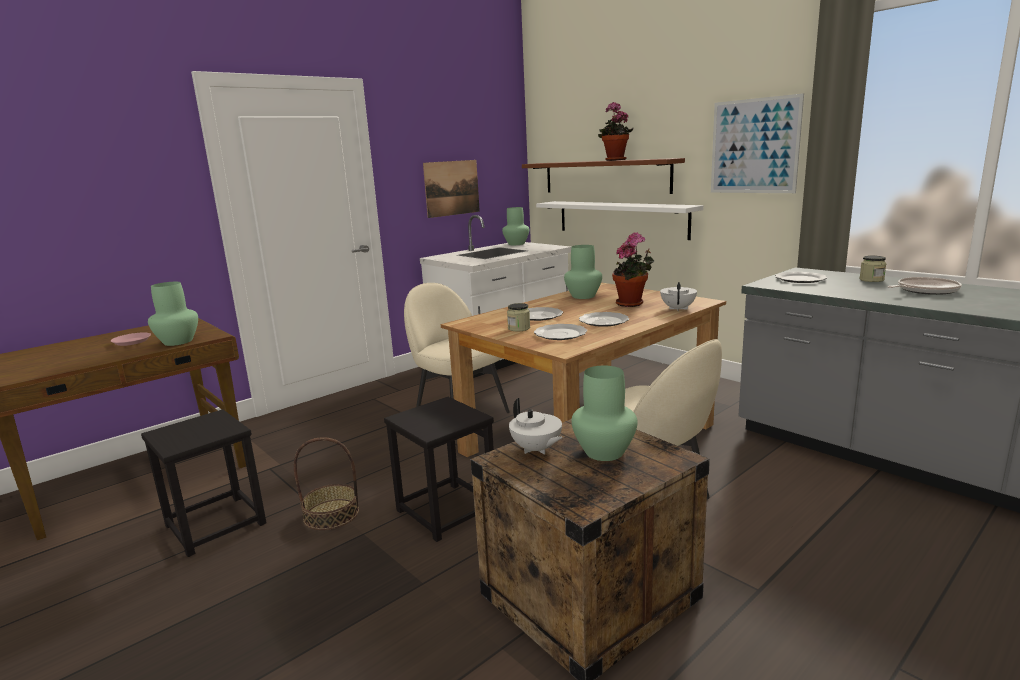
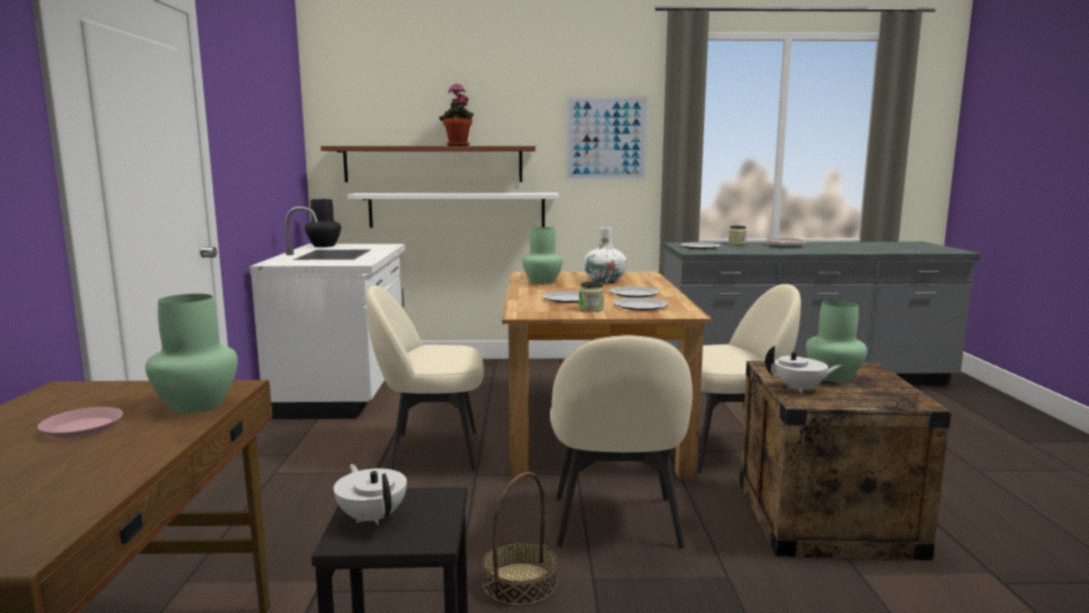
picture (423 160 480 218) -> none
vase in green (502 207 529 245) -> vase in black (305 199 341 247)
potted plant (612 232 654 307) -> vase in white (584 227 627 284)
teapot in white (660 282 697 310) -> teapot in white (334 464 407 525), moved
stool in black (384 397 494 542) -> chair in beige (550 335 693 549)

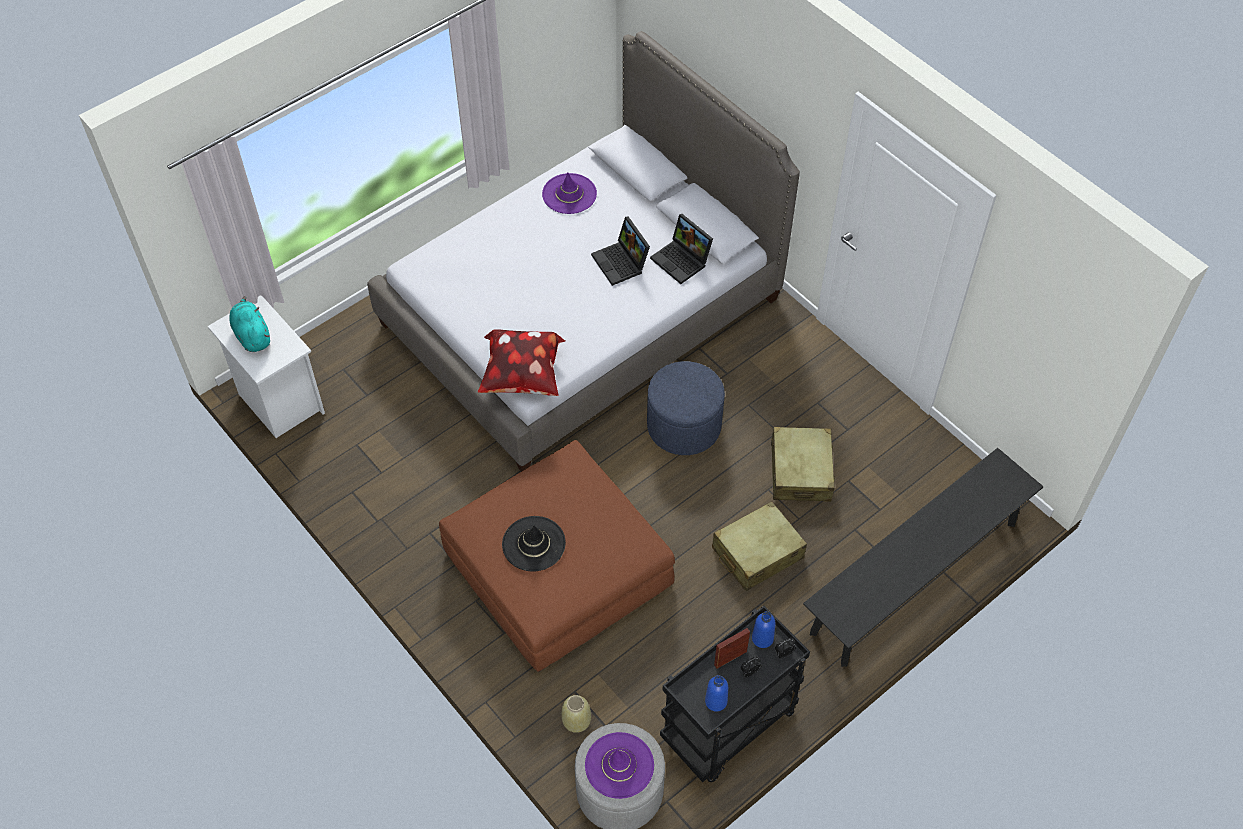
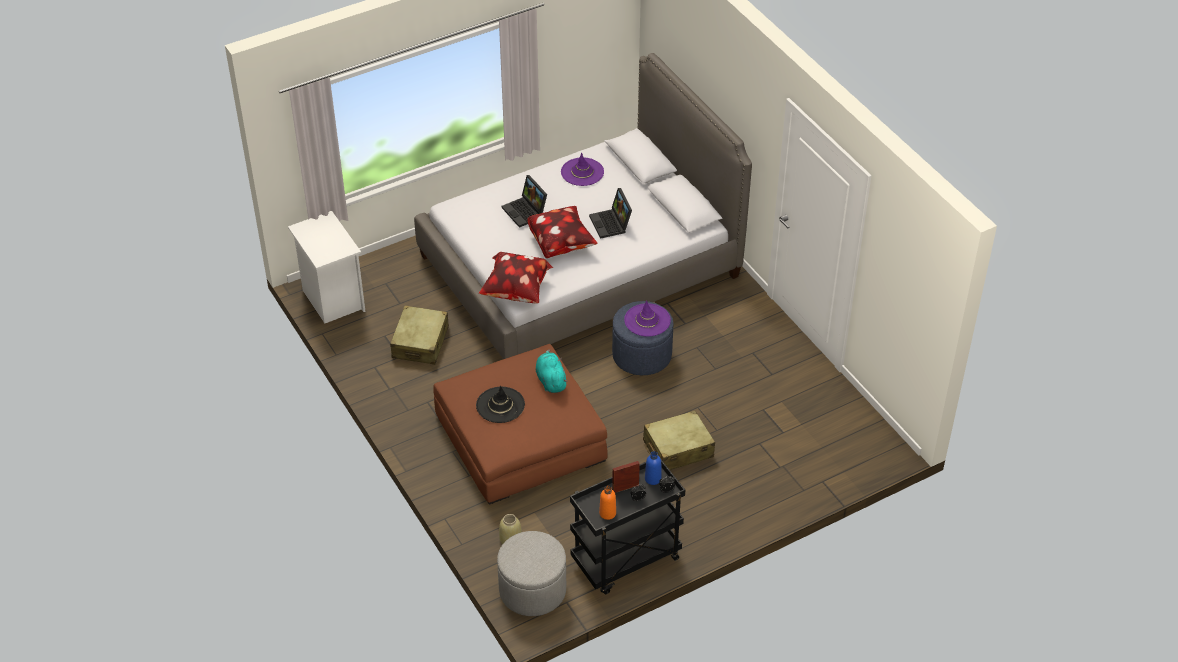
laptop (650 214 713 284) -> laptop (502 175 547 228), moved
plush toy in turquoise (230 296 270 352) -> plush toy in turquoise (536 349 568 393), moved
suitcase in beige (771 427 835 502) -> suitcase in beige (390 305 449 365), moved
bench in black (803 448 1043 667) -> none
bottle in blue (705 675 728 711) -> bottle in orange (599 486 616 520)
hat in purple (585 732 654 799) -> hat in purple (624 300 671 336), moved
none -> pillow (528 206 598 258)

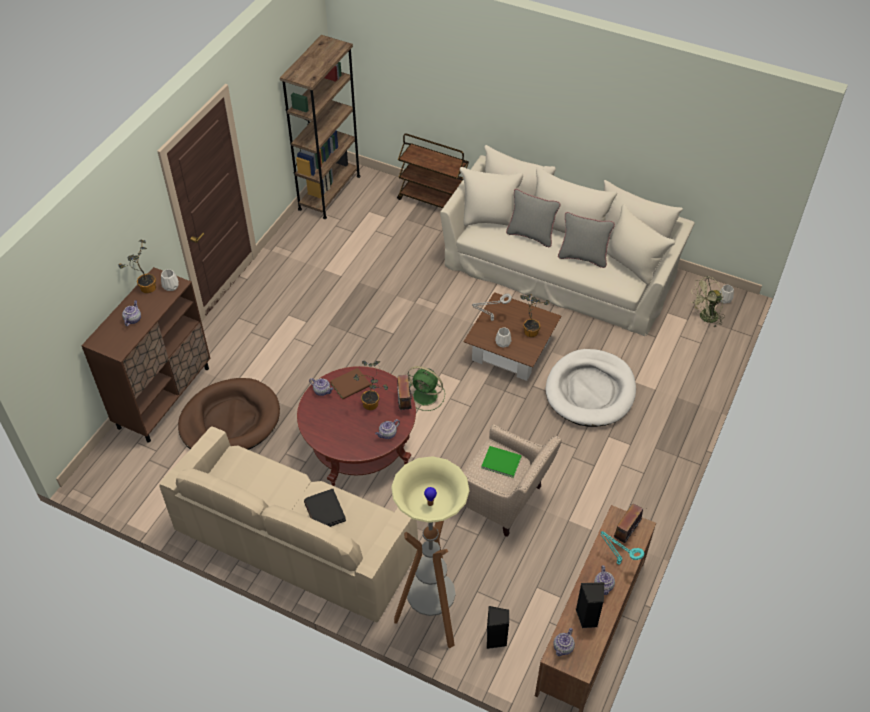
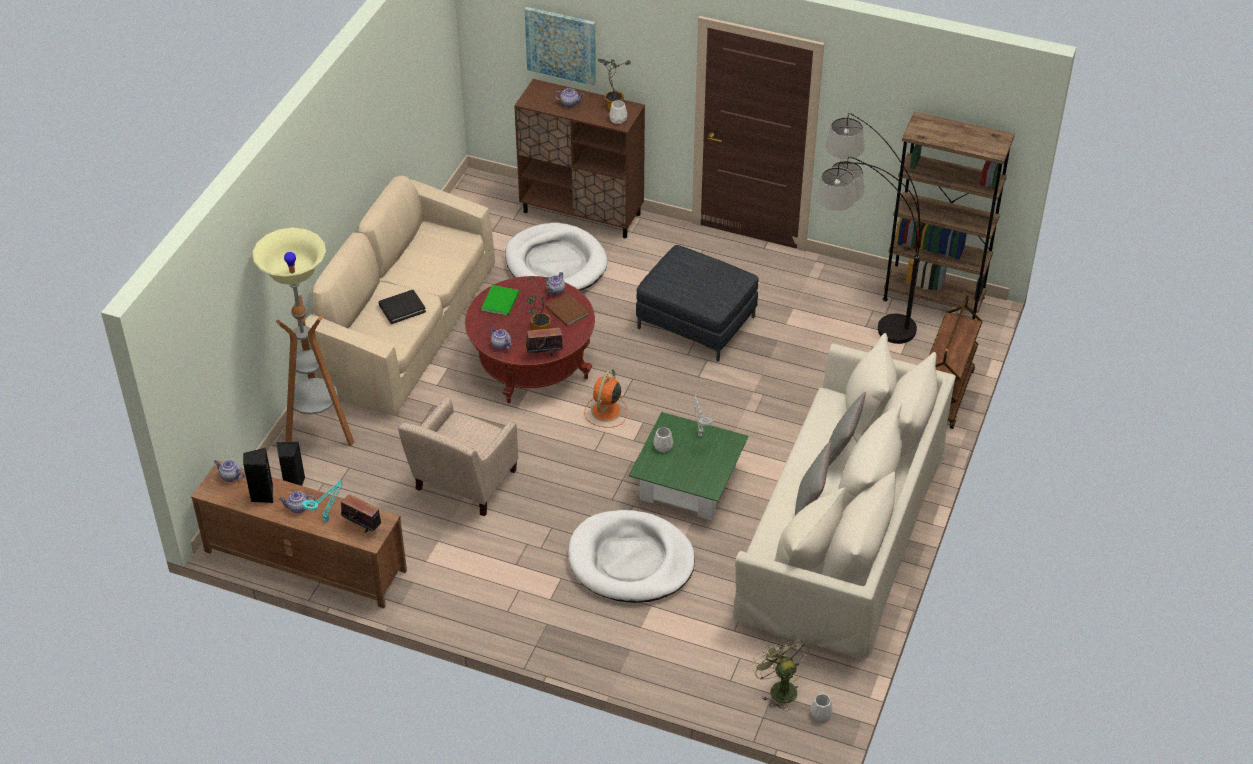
coffee table in brown (463 292 561 381) -> coffee table in green (628 412 749 520)
potted plant (520 294 549 337) -> none
fan in green (407 366 445 411) -> fan in orange (584 369 627 428)
dog bed in brown (178 378 280 450) -> dog bed in white (505 223 608 291)
book in green (481 446 522 478) -> book in green (481 285 519 316), moved
none -> picture (524 7 596 85)
none -> floor lamp (816 113 920 344)
none -> ottoman in grey (636 245 759 362)

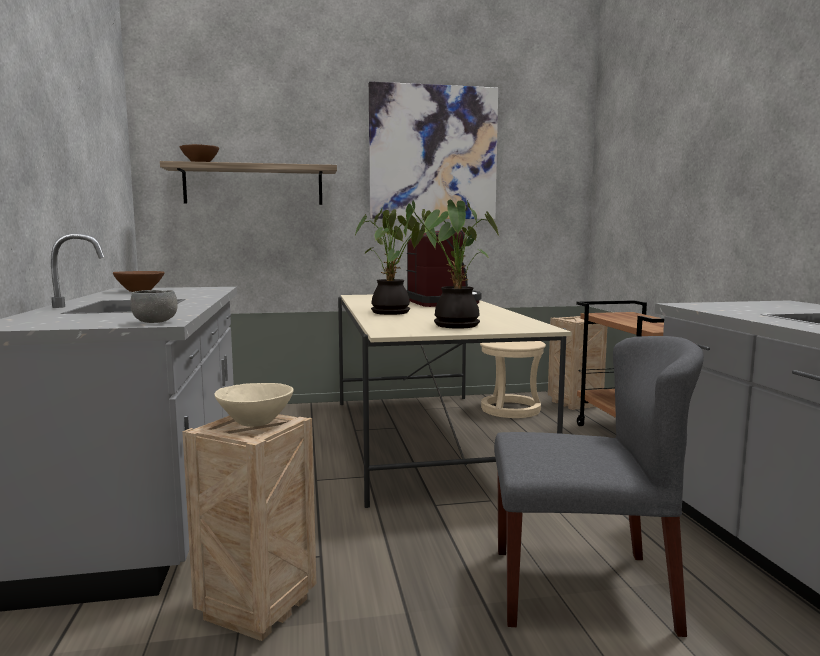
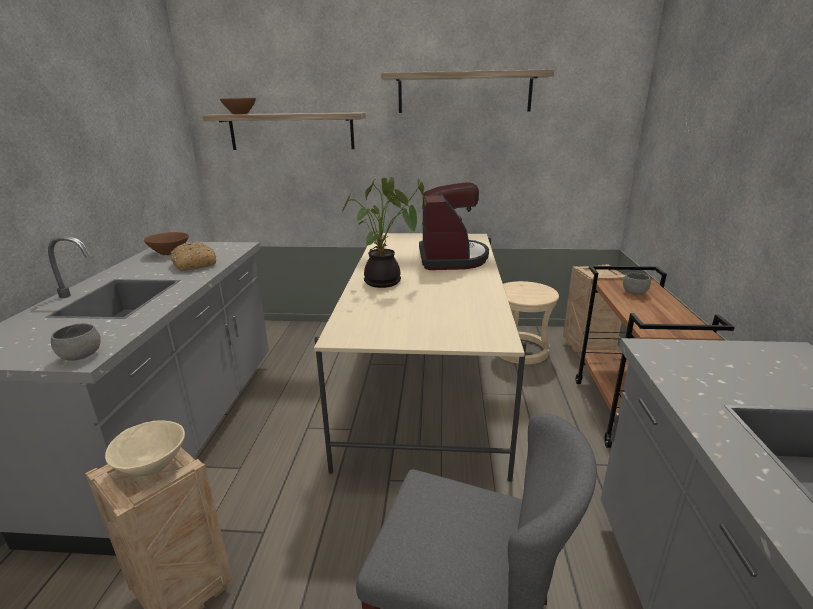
picture (369 81 498 219) -> shelf (381 69 554 113)
potted plant (403 200 500 329) -> none
none -> bread (171 242 216 271)
none -> bowl in grey (623 272 651 295)

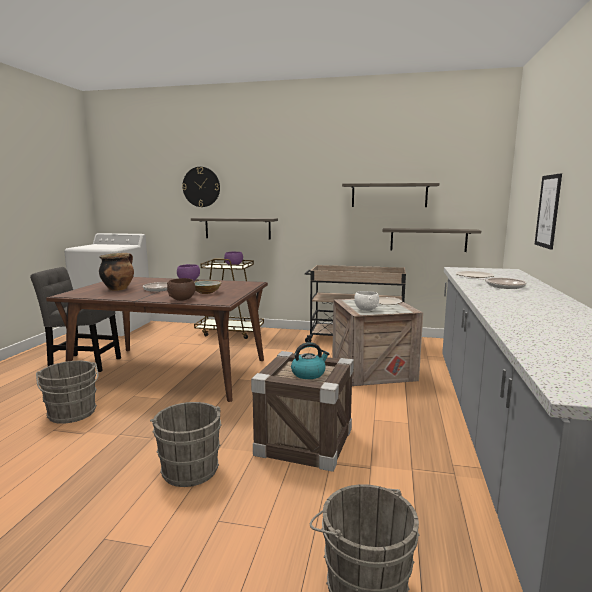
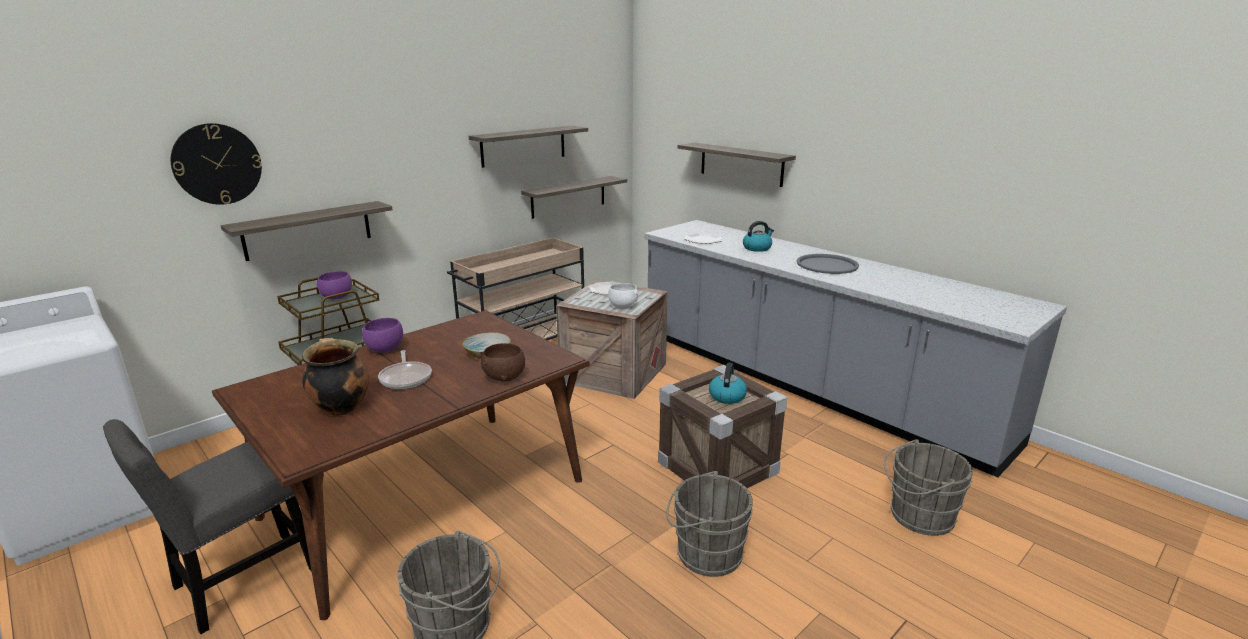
picture (535 173 562 250) -> shelf (677 143 796 187)
frying pan (465 277 527 289) -> kettle (743 221 774 252)
none -> tray in grey (797 254 859 274)

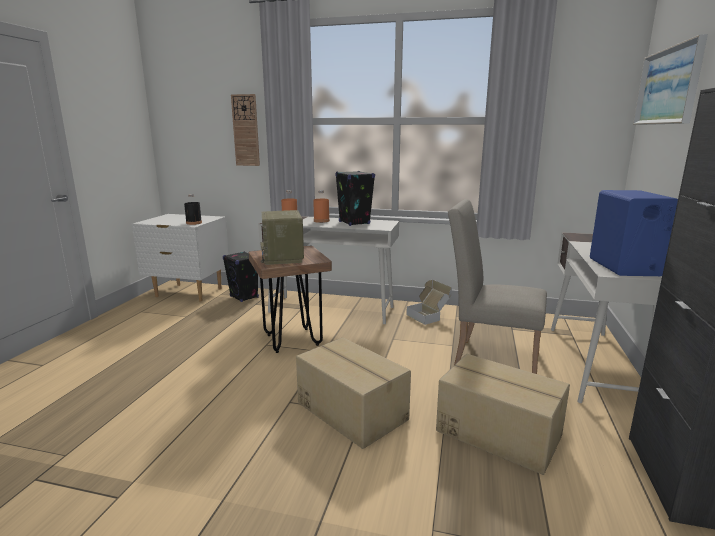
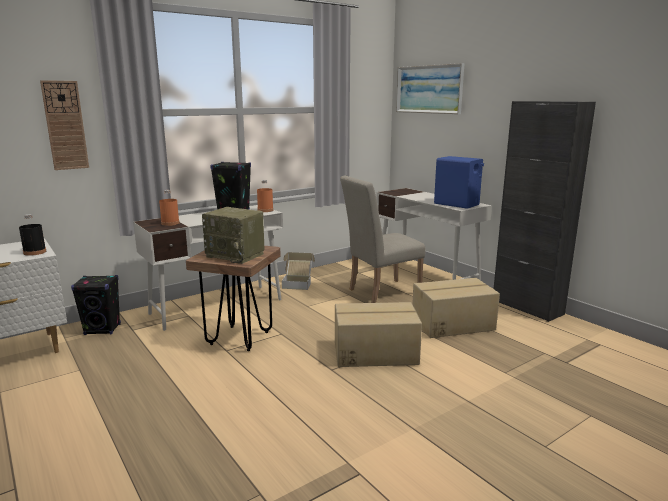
bottle in orange (313 190 330 223) -> bottle in orange (257 180 273 212), moved

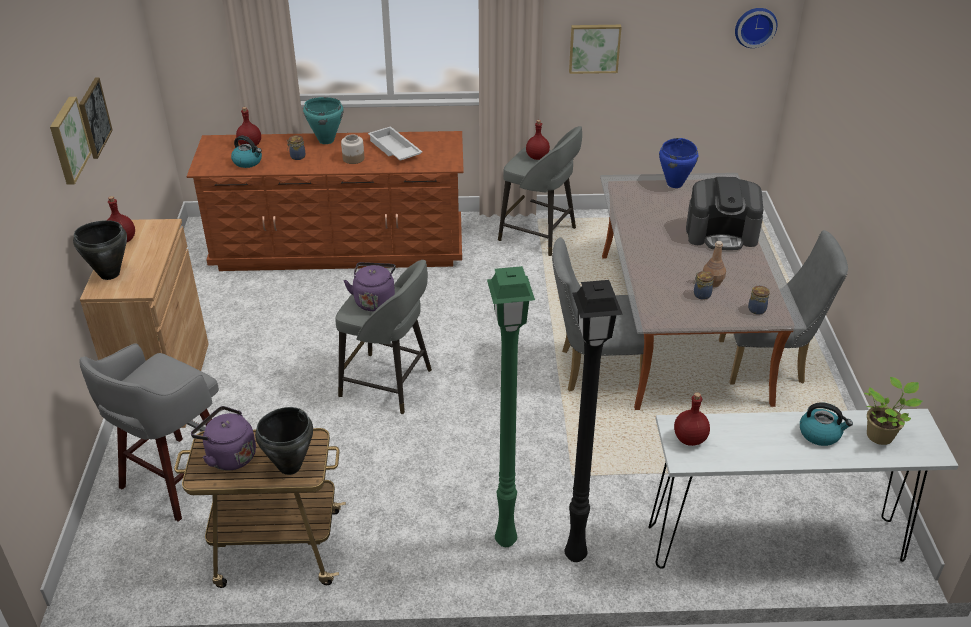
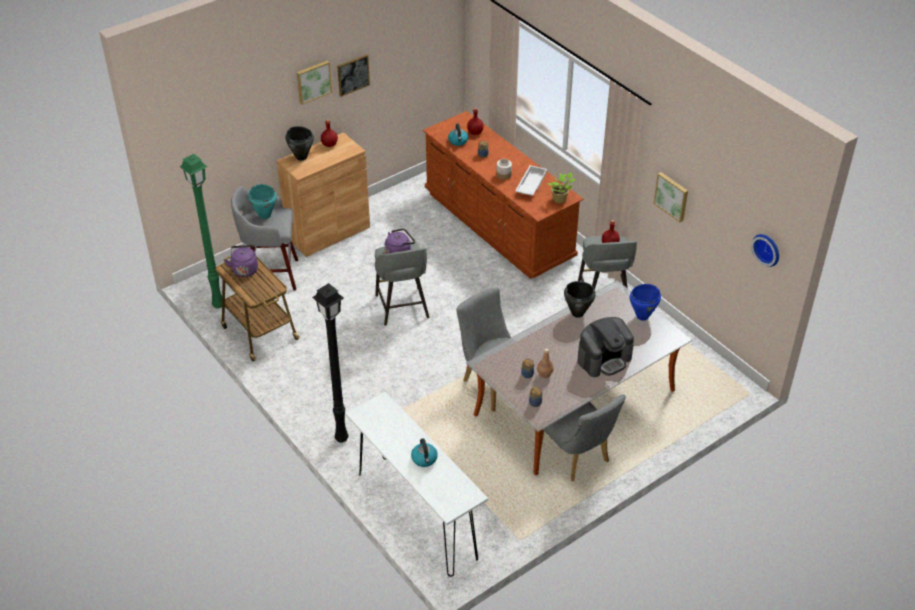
cooking pot in turquoise (303 97 344 144) -> cooking pot in turquoise (248 184 277 219), moved
coffee machine (686 177 763 250) -> coffee machine (577 317 634 377), 90 degrees counterclockwise
floor lamp in green (487 266 535 547) -> floor lamp in green (179 154 222 309), moved
potted plant (864 377 923 445) -> potted plant (548 172 575 203), moved
bottle in red (674 392 710 446) -> none
cooking pot in black (255 407 313 475) -> cooking pot in black (564 281 596 318), moved

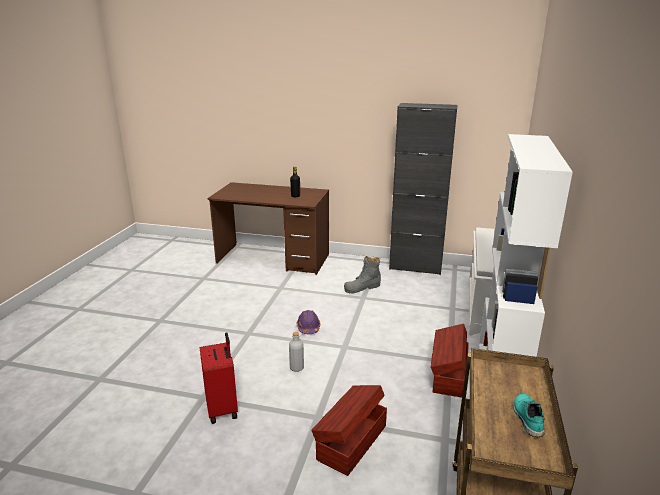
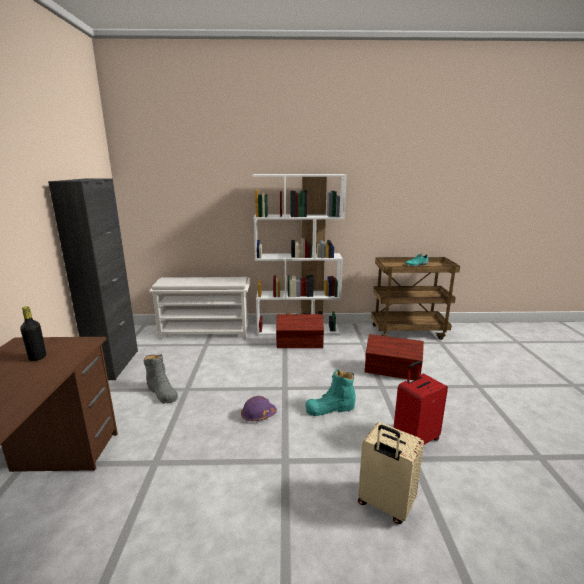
bottle in grey (289 332 304 372) -> boot in turquoise (305 369 356 416)
none -> suitcase in beige (358 422 424 524)

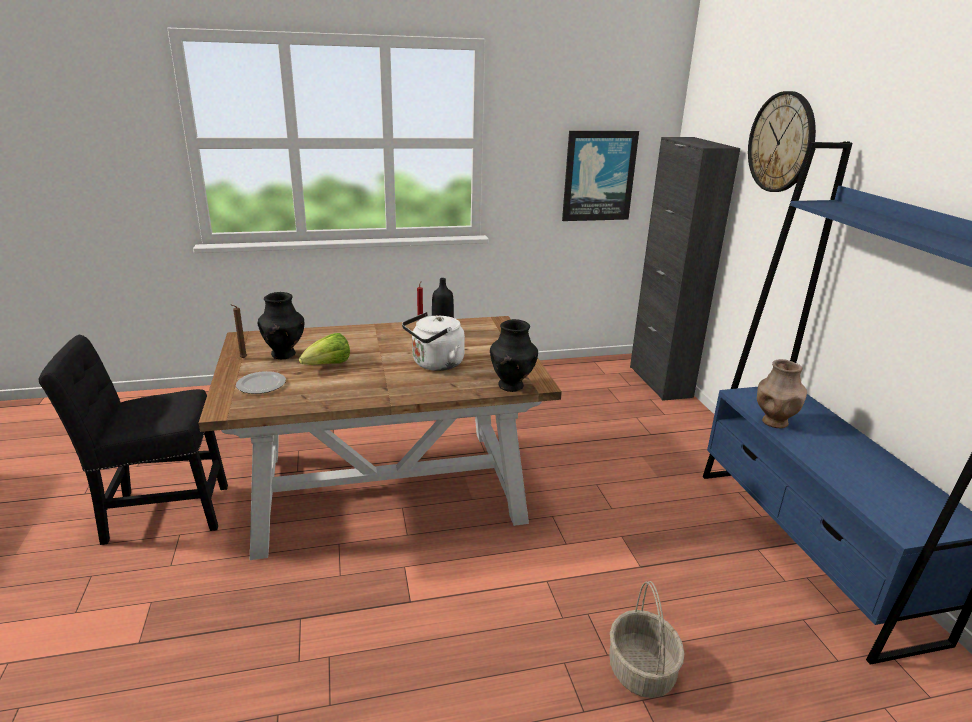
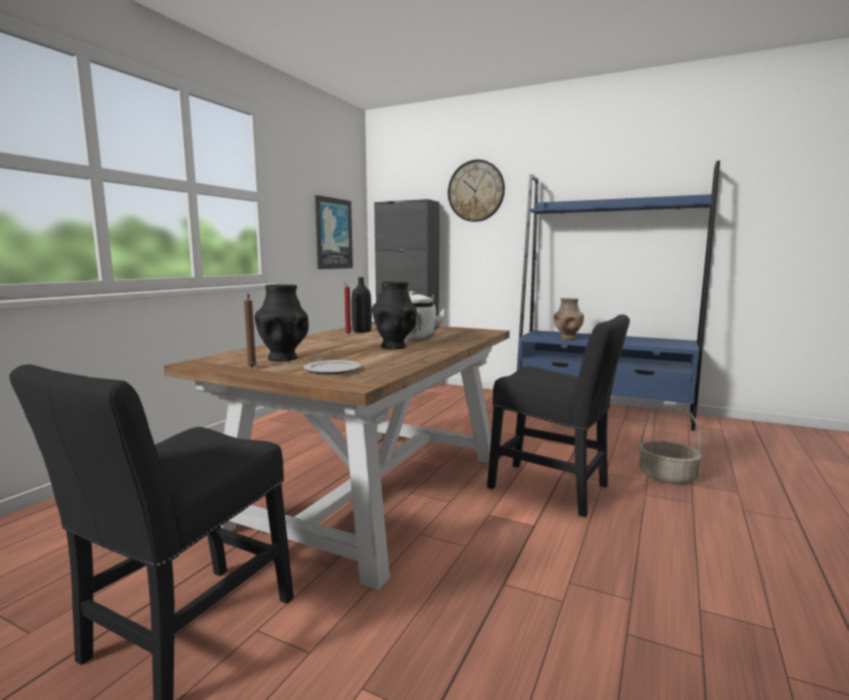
vase in black (490 319 538 392) -> vase in black (372 281 417 349), moved
lettuce (299 333 350 365) -> none
none -> chair in black (487 314 630 517)

